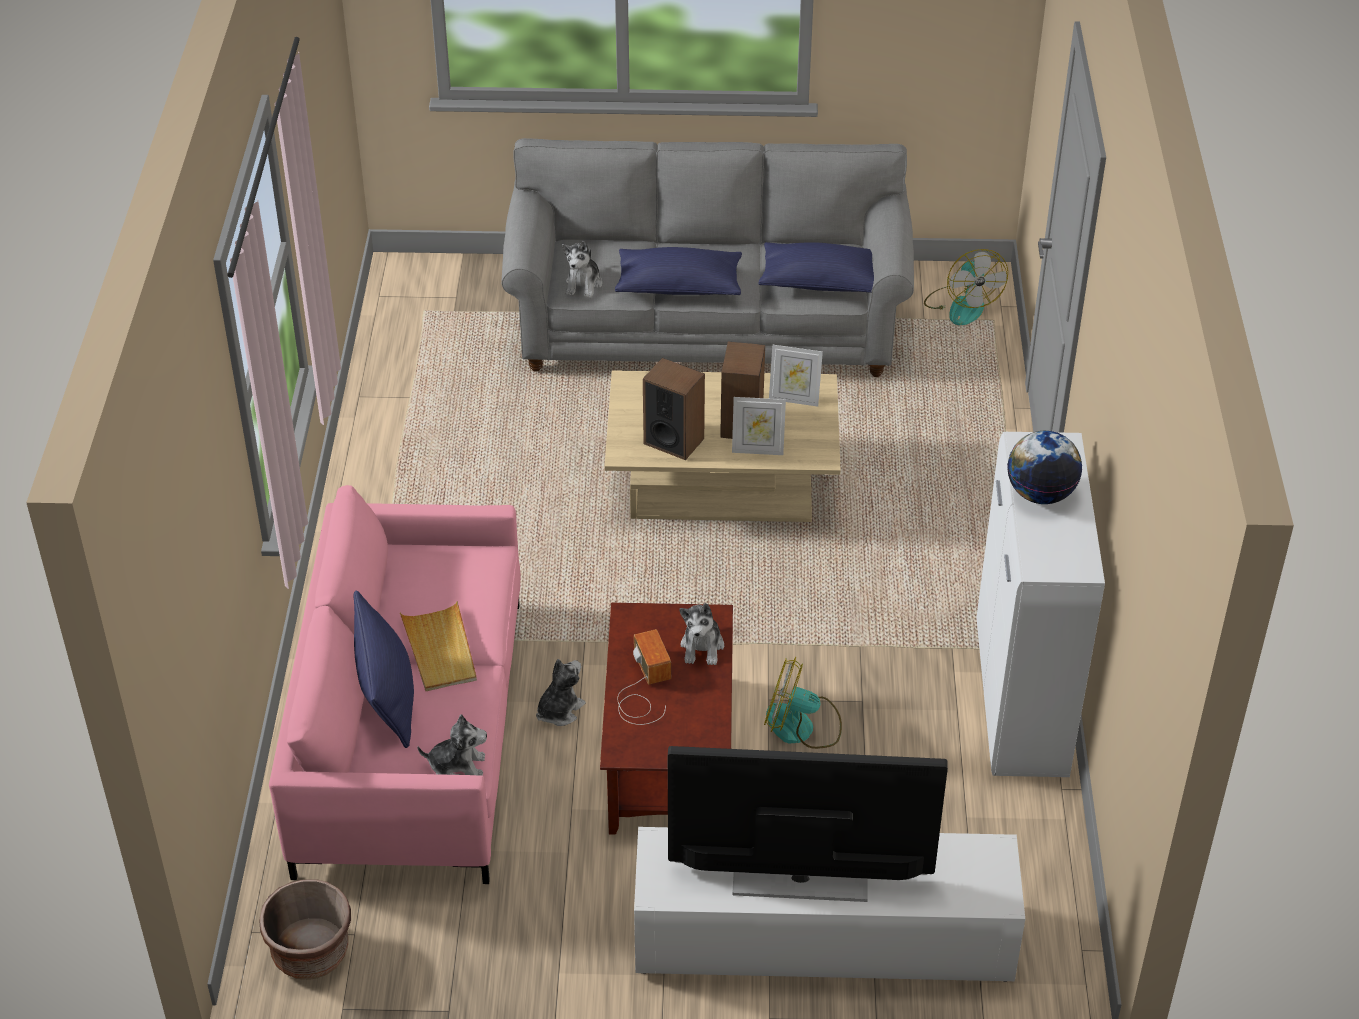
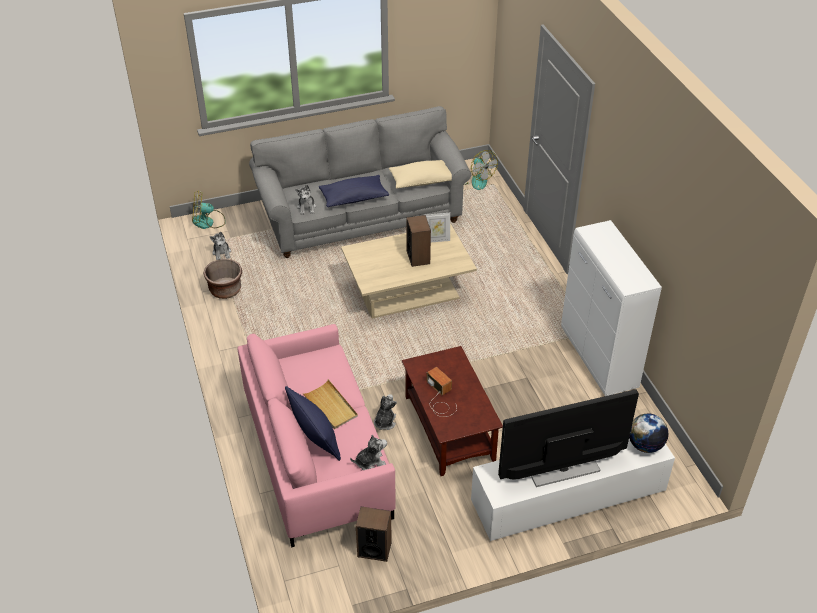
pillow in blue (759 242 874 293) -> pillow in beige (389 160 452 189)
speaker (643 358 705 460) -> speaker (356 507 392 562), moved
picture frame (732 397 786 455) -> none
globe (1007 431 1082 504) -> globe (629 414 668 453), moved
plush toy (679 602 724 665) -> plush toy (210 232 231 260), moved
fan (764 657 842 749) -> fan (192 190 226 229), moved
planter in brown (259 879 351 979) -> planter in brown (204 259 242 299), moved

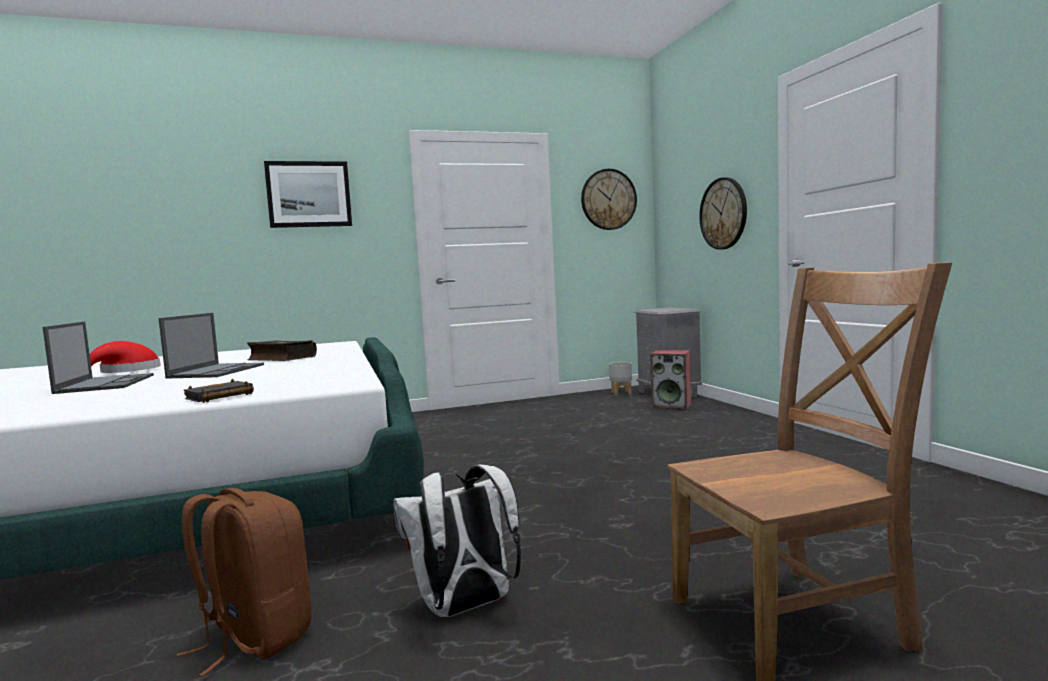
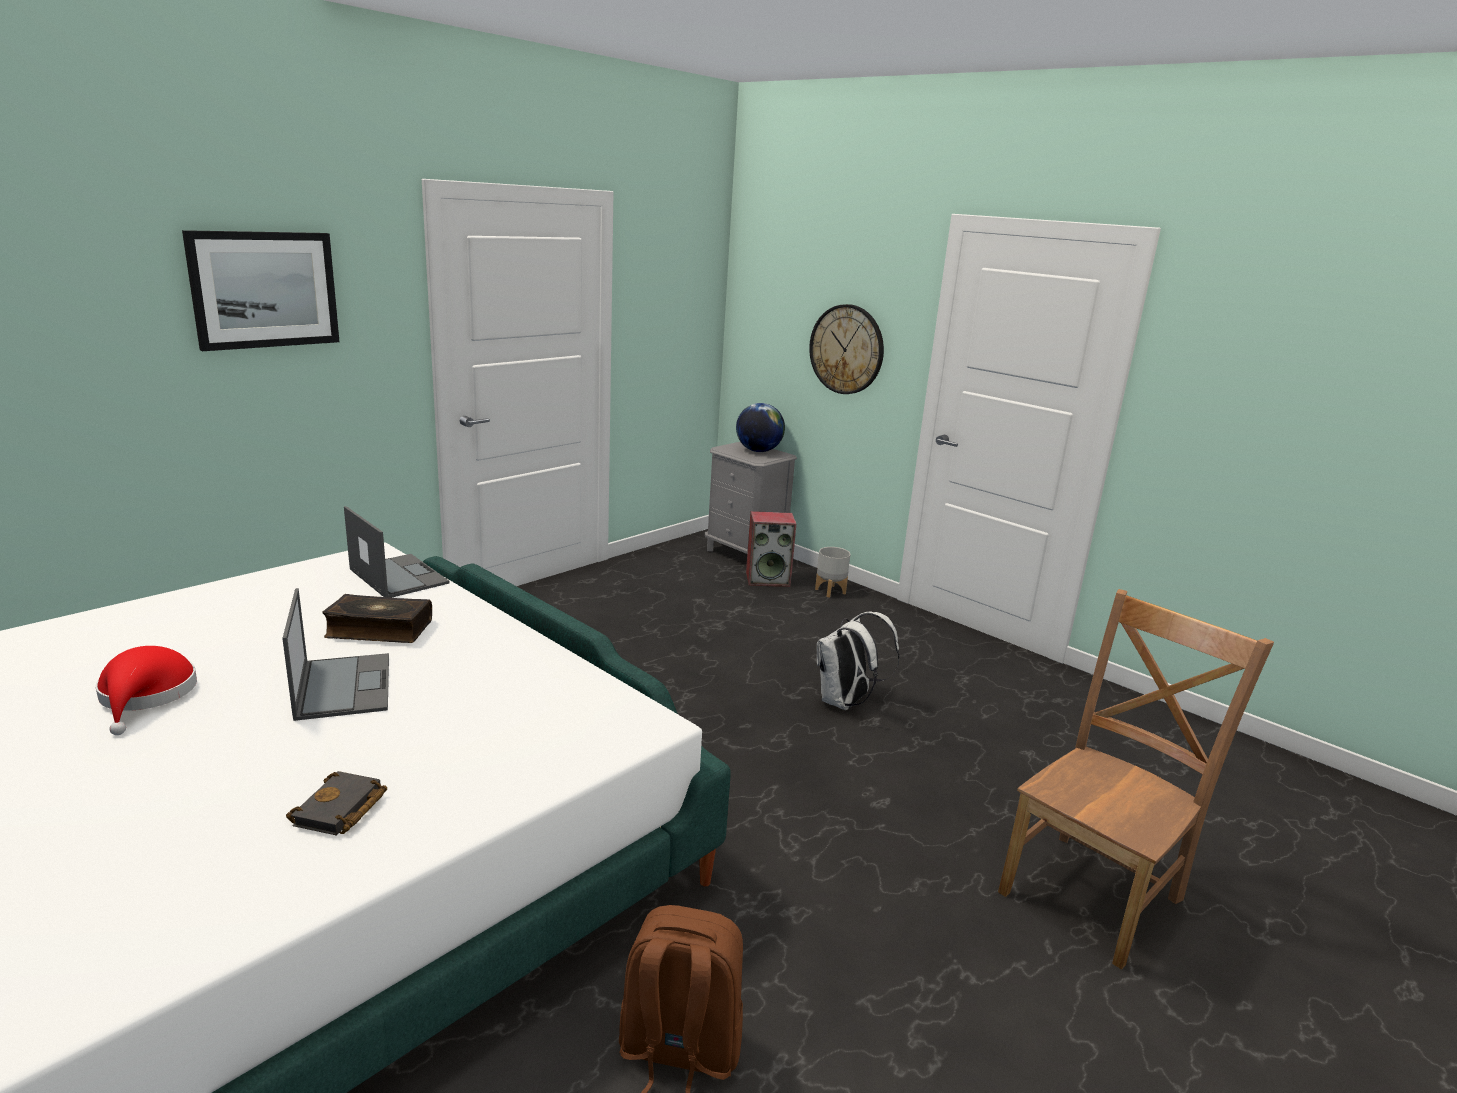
wall clock (581 169 637 230) -> none
laptop (43 322 154 394) -> laptop (344 506 450 598), moved
planter in grey (609 362 632 395) -> planter in grey (815 547 850 598), moved
book in black (184 379 254 403) -> book in black (286 771 387 835), moved
backpack in white (393 465 521 617) -> backpack in white (817 612 900 710), moved
none -> globe (736 403 785 452)

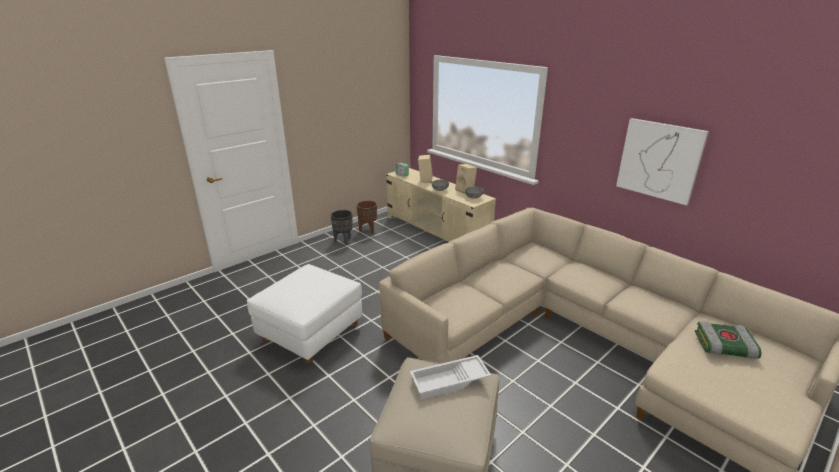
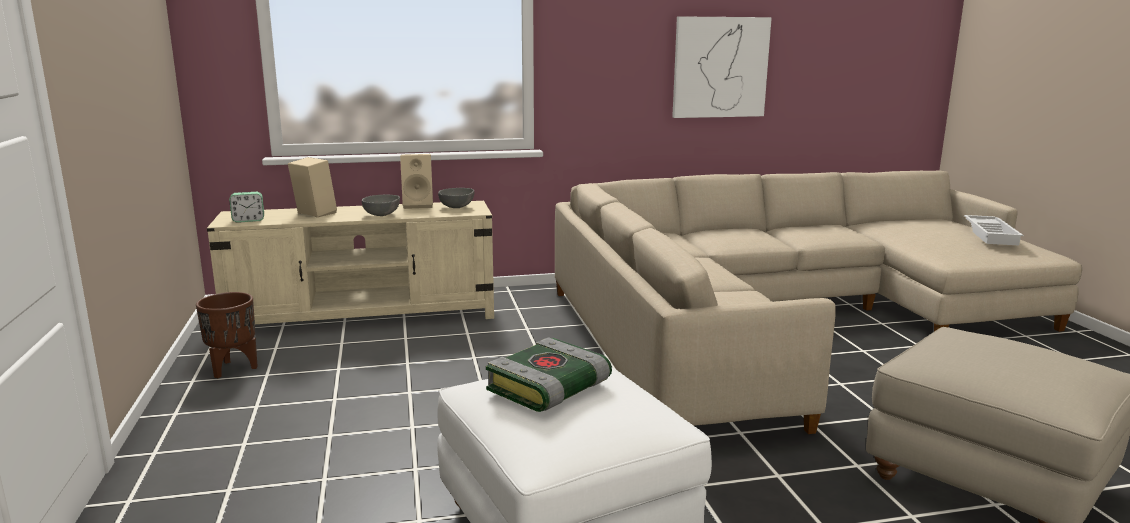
planter in black (331 210 353 245) -> none
book (695 321 761 359) -> book (486 337 612 412), moved
tray in white (410 355 491 399) -> tray in white (964 215 1024 245), moved

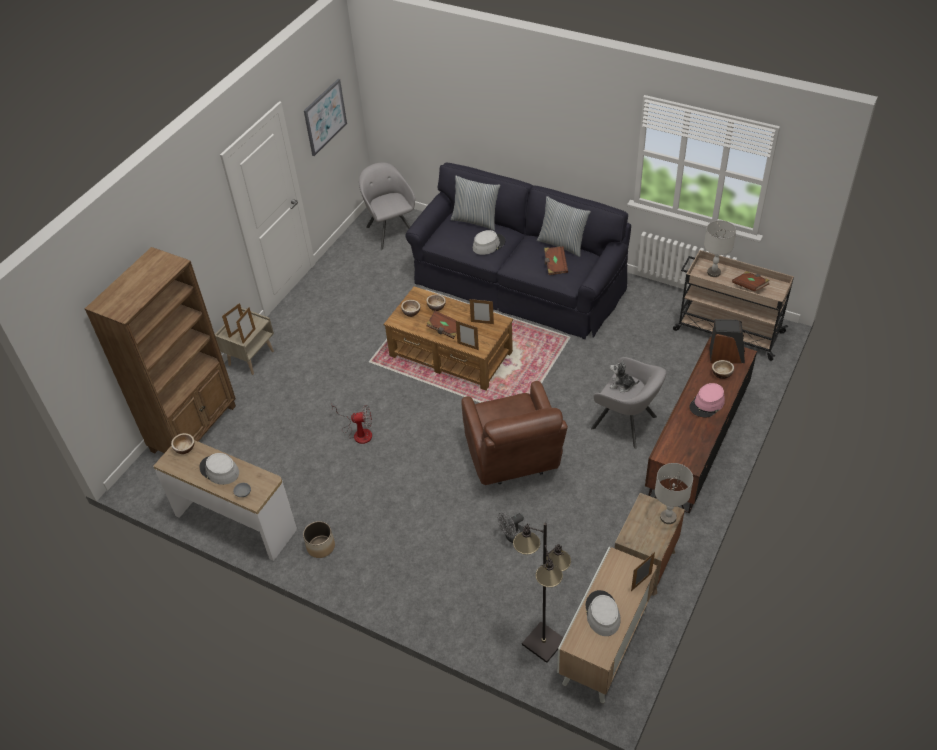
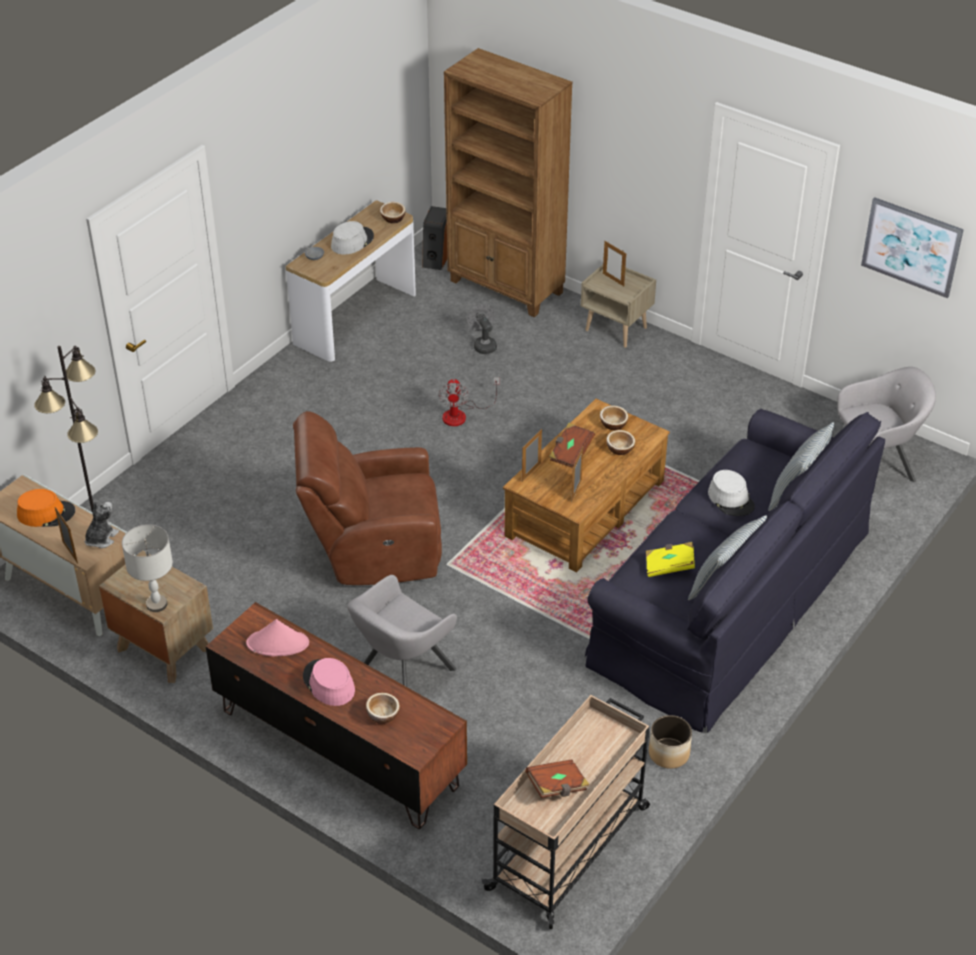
table lamp in grey (704 220 736 277) -> none
book in brown (544 246 568 275) -> book in yellow (646 542 695 577)
picture frame (236 307 255 344) -> none
speaker (709 319 745 363) -> speaker (422 206 447 270), moved
plush toy (610 359 639 392) -> plush toy (84 501 119 548), moved
fan in grey (498 512 524 543) -> fan in grey (467 304 497 354), moved
planter (303 521 335 558) -> planter (649 715 692 769), moved
hat in grey (585 590 621 636) -> hat in orange (17 489 75 527)
none -> hat in pink (246 619 309 656)

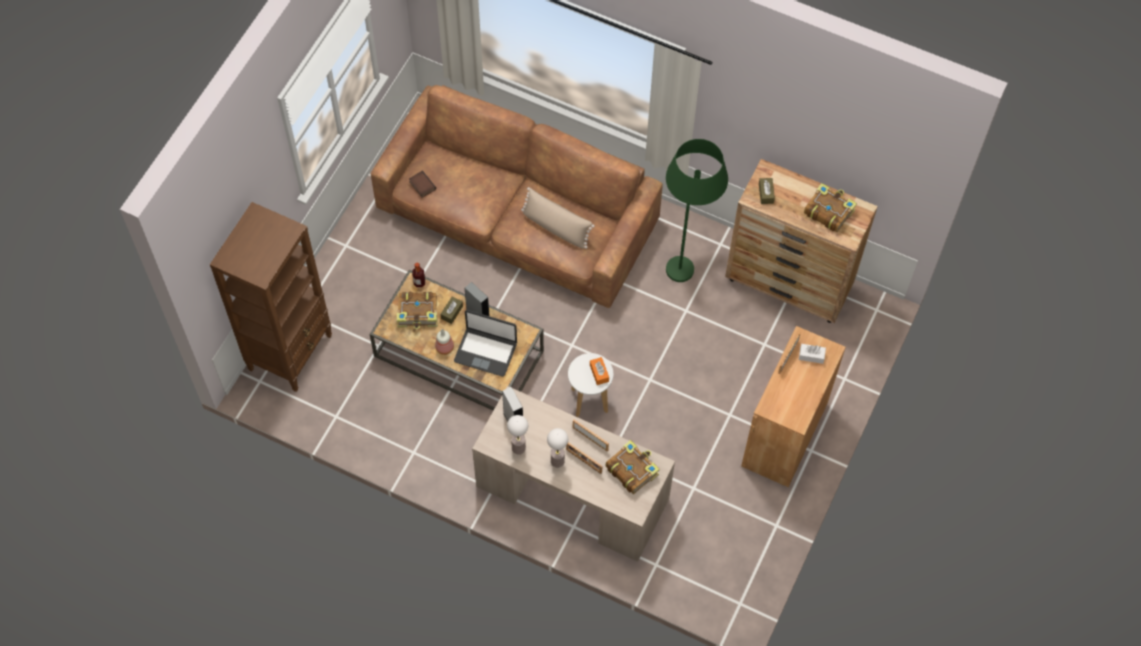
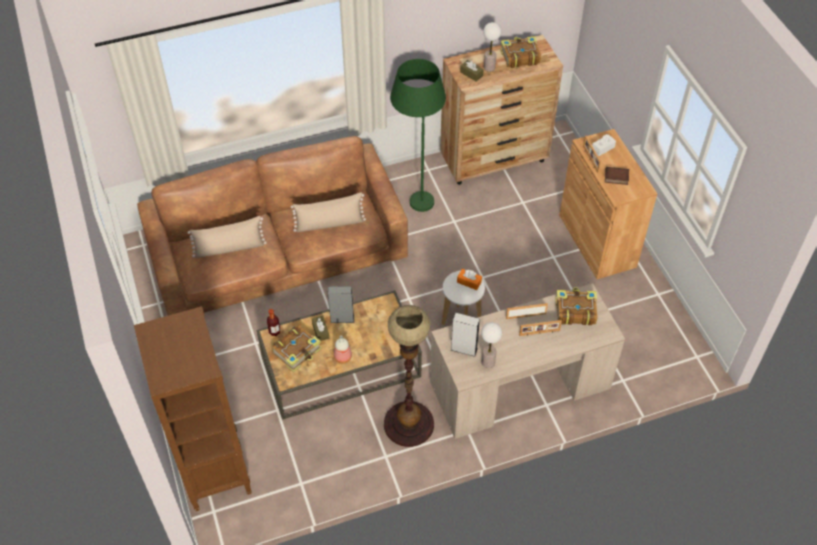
book (409 171 436 198) -> book (605 167 629 185), moved
laptop (454 310 517 377) -> none
table lamp (547 428 568 467) -> table lamp (483 22 501 72), moved
none -> pillow in beige (187 216 267 258)
none -> floor lamp (384 305 434 447)

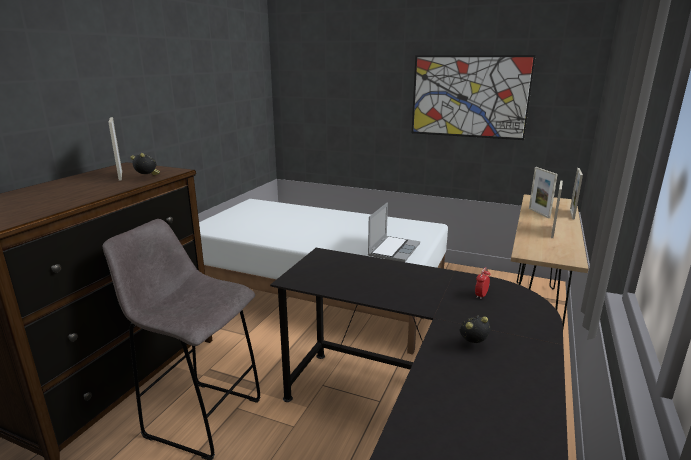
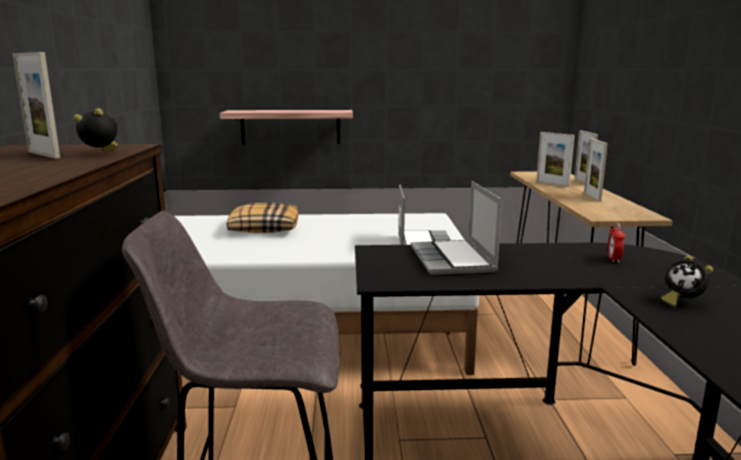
picture (412 55 536 140) -> none
alarm clock (459 315 490 343) -> alarm clock (661 255 713 307), 90 degrees counterclockwise
none -> shelf (220 110 353 144)
none -> laptop (411 181 502 275)
none -> pillow (227 202 298 233)

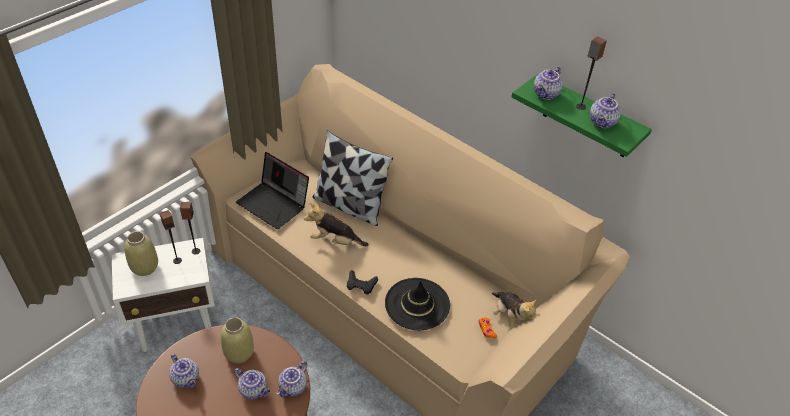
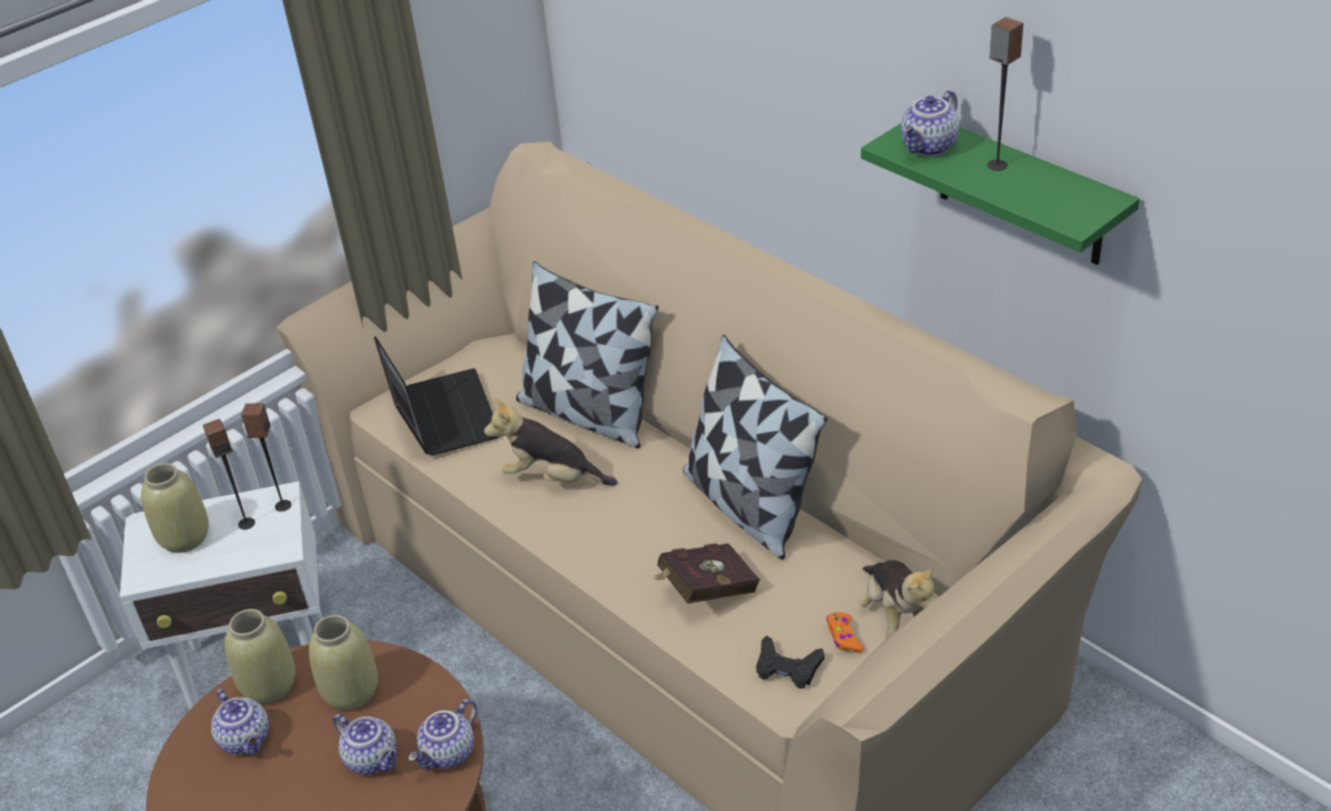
teapot (590 93 621 128) -> none
laptop (236 152 309 229) -> laptop (374 336 499 456), 150 degrees counterclockwise
game controller in black (347 270 378 295) -> game controller in black (756 635 825 689), moved
hat in black (385 278 450 330) -> book in red (653 543 760 604)
none -> pillow (683 335 827 560)
none -> vase in beige (225 609 296 704)

